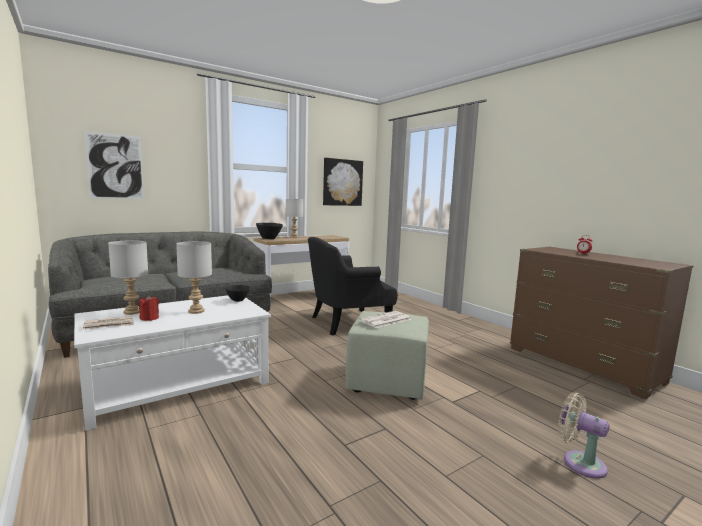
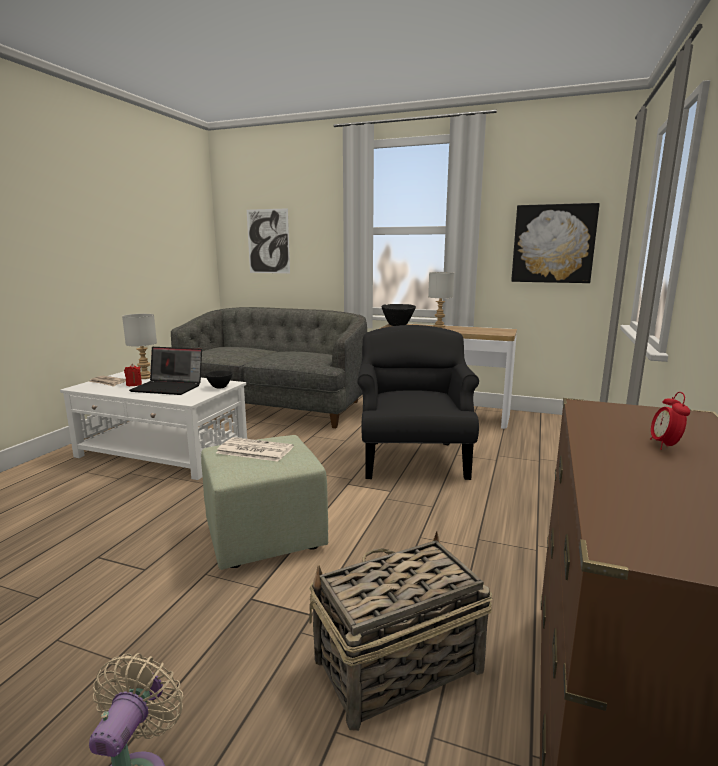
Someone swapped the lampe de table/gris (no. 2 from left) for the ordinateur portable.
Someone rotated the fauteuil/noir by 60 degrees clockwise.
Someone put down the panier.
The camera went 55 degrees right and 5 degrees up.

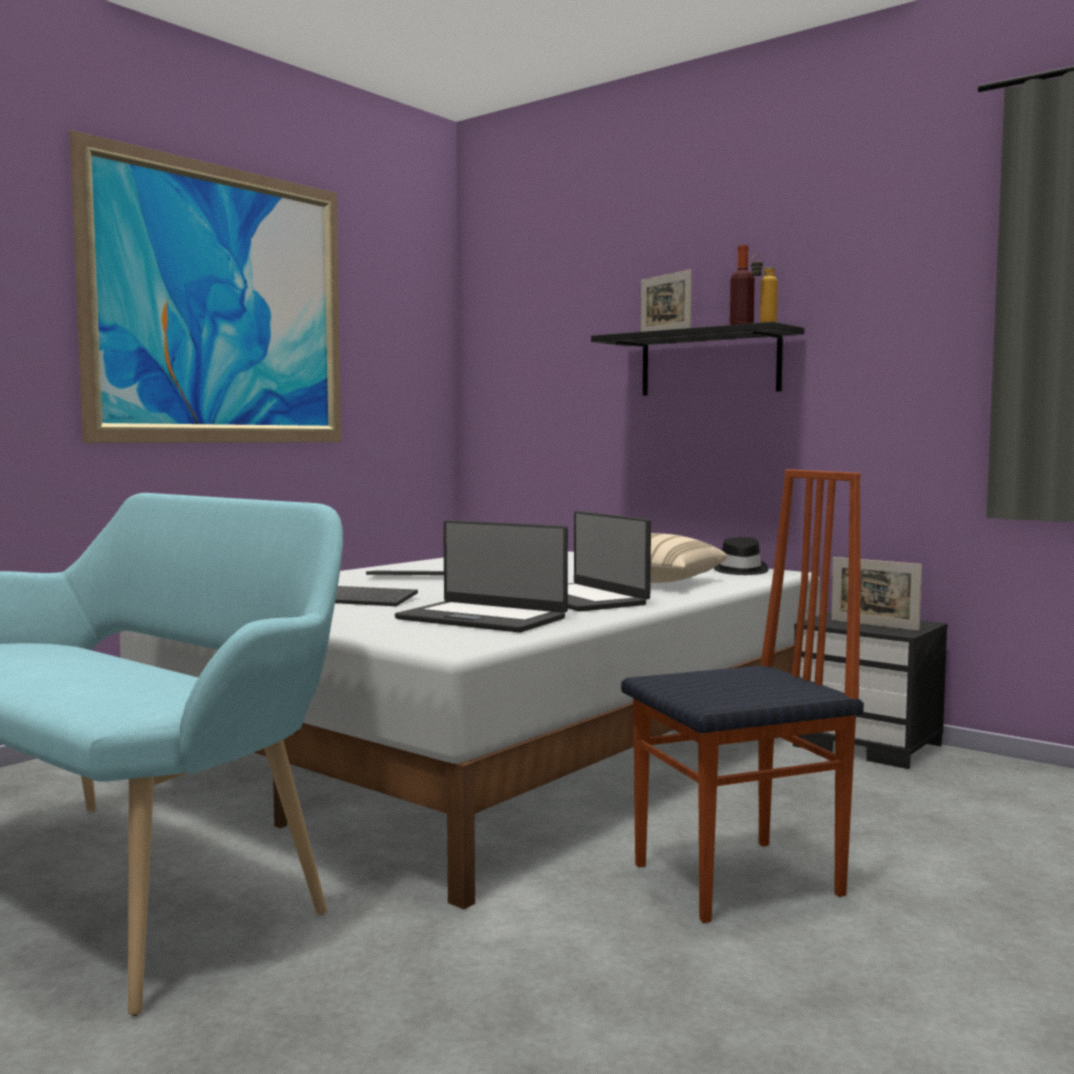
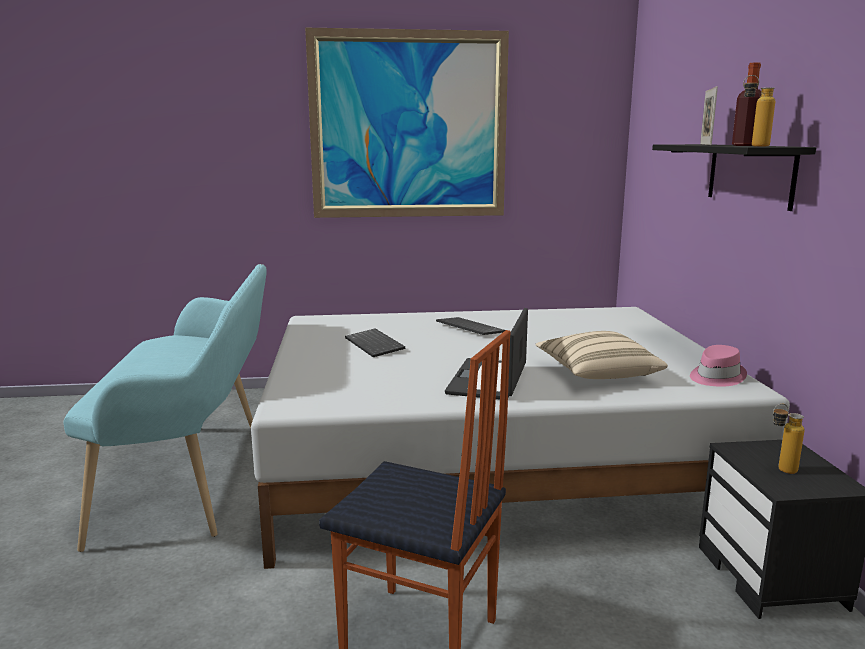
Someone took away the ordinateur portable (no. 1 from left).
Someone repainted the chapeau/noir, which became the chapeau/rose.
Someone swapped the cadre photo (no. 2 from left) for the bouteille (no. 3 from left).
The camera went 45 degrees right and 10 degrees up.

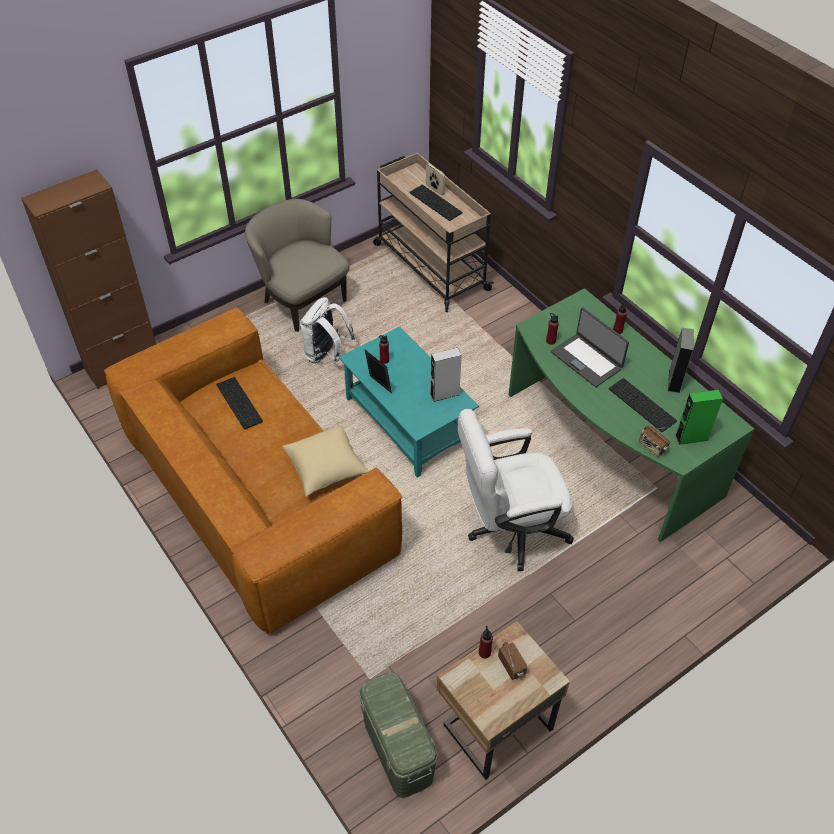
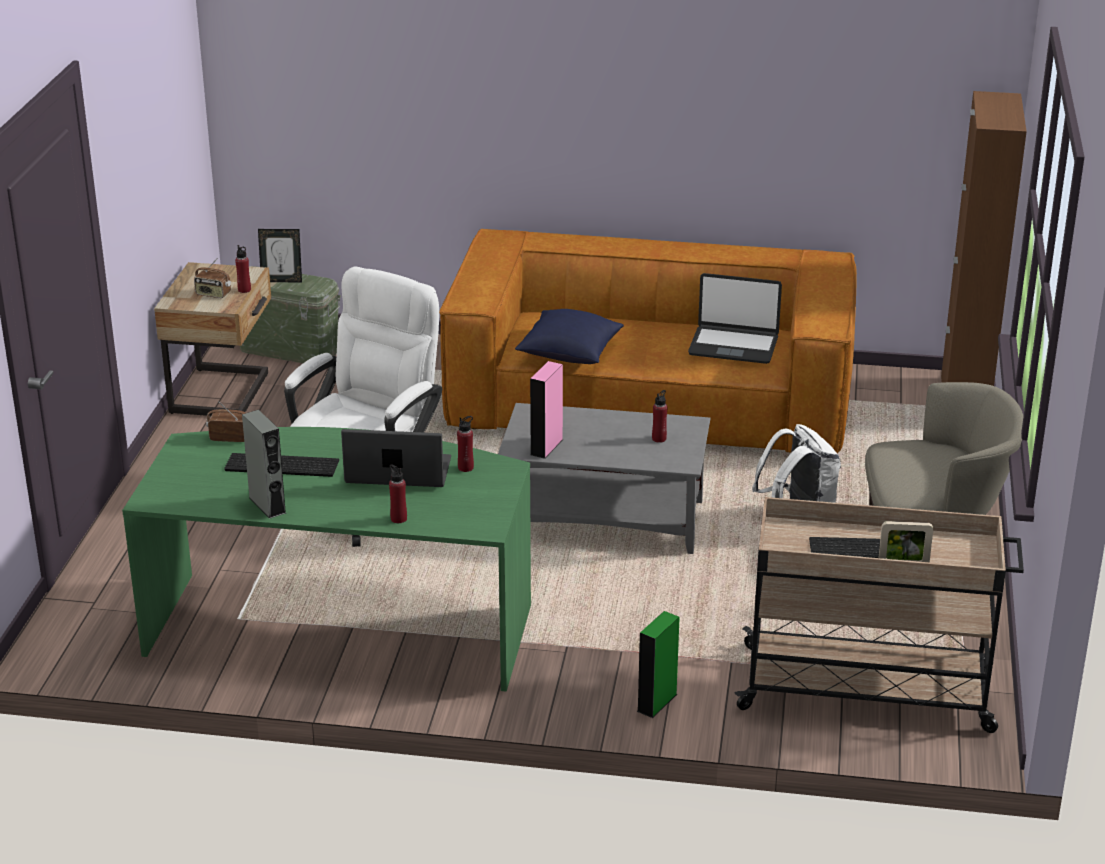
Someone swapped the clavier (no. 1 from left) for the ordinateur portable (no. 2 from left).
Someone repainted the coussin/beige, which became the coussin/bleu.
Someone repainted the table basse/turquoise, which became the table basse/gris.
Someone carried the cadre photo (no. 1 from left).
Someone repainted the enceinte/gris (no. 1 from left), which became the enceinte/rose.
Someone carried the enceinte/vert.
The camera went 135 degrees right and 20 degrees down.

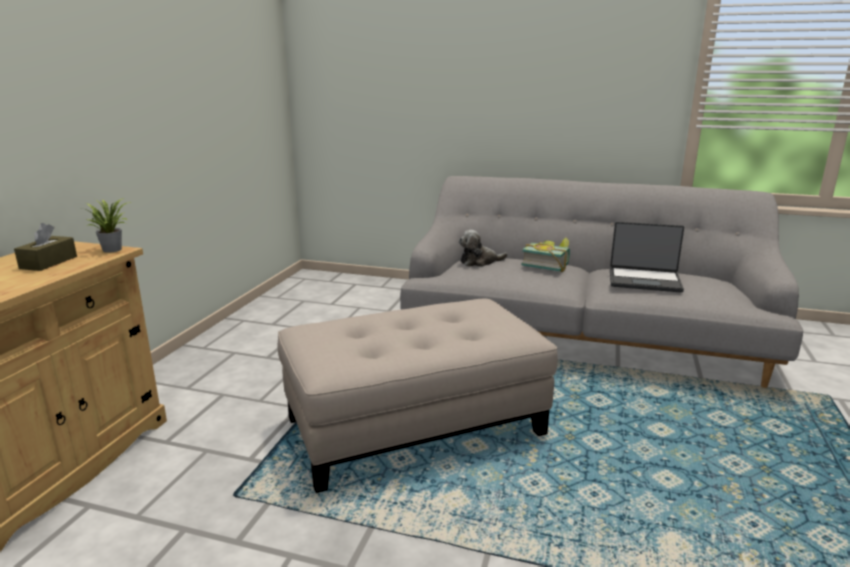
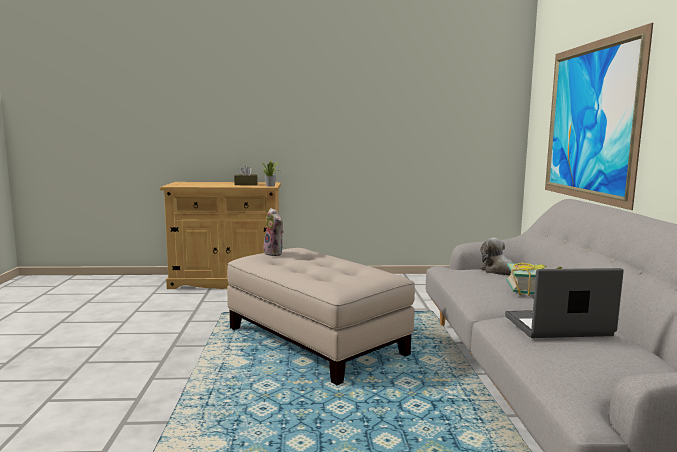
Someone rotated the ordinateur portable by 90 degrees clockwise.
Someone put down the peluche (no. 1 from left).
Someone put up the tableau.
The camera went 70 degrees right and 10 degrees down.

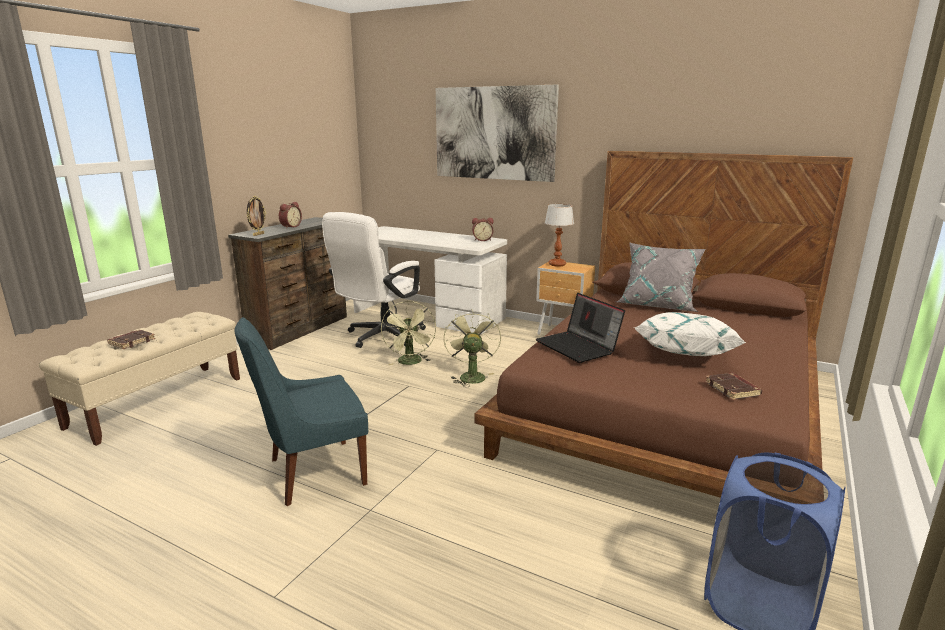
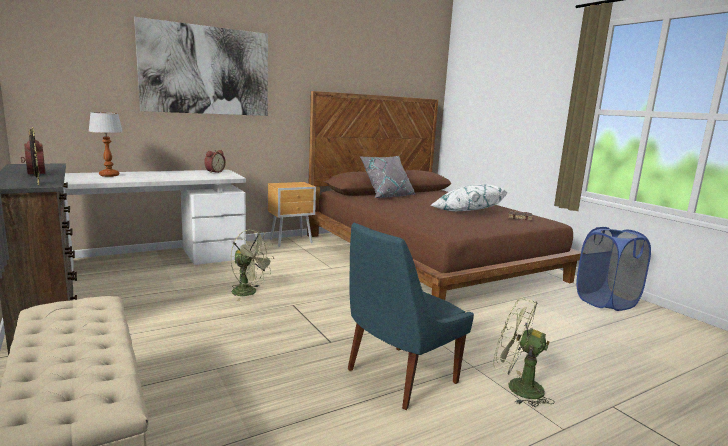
Someone took away the livre/marron (no. 1 from left).
Someone rotated the chaise/bleu by 45 degrees clockwise.
Someone took away the chaise de bureau/blanc.
Someone carried the ventilateur/vert (no. 2 from left).
Someone took away the ordinateur portable.
Someone carried the lampe de table.
The camera went 60 degrees left and 5 degrees down.

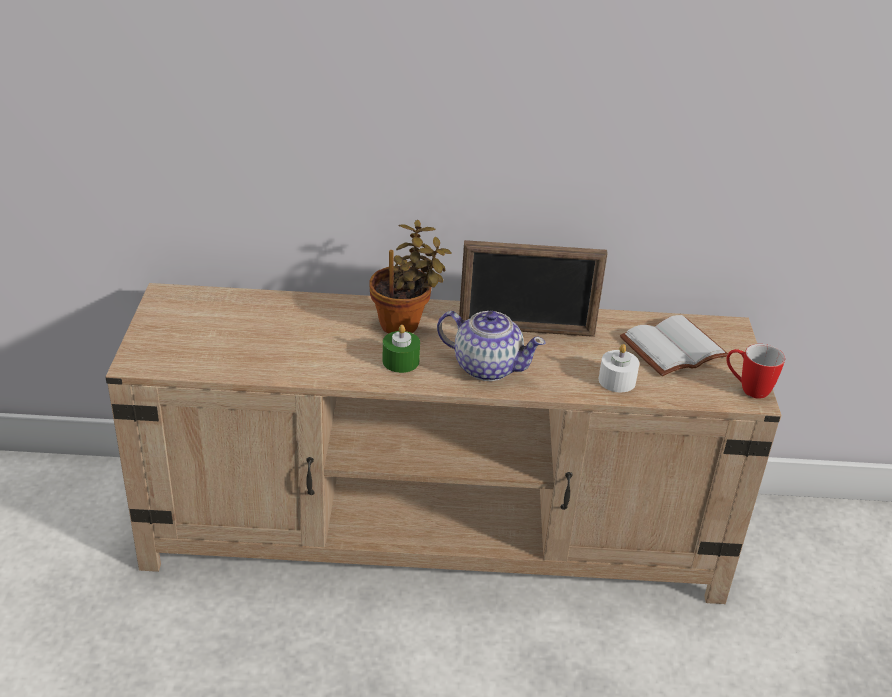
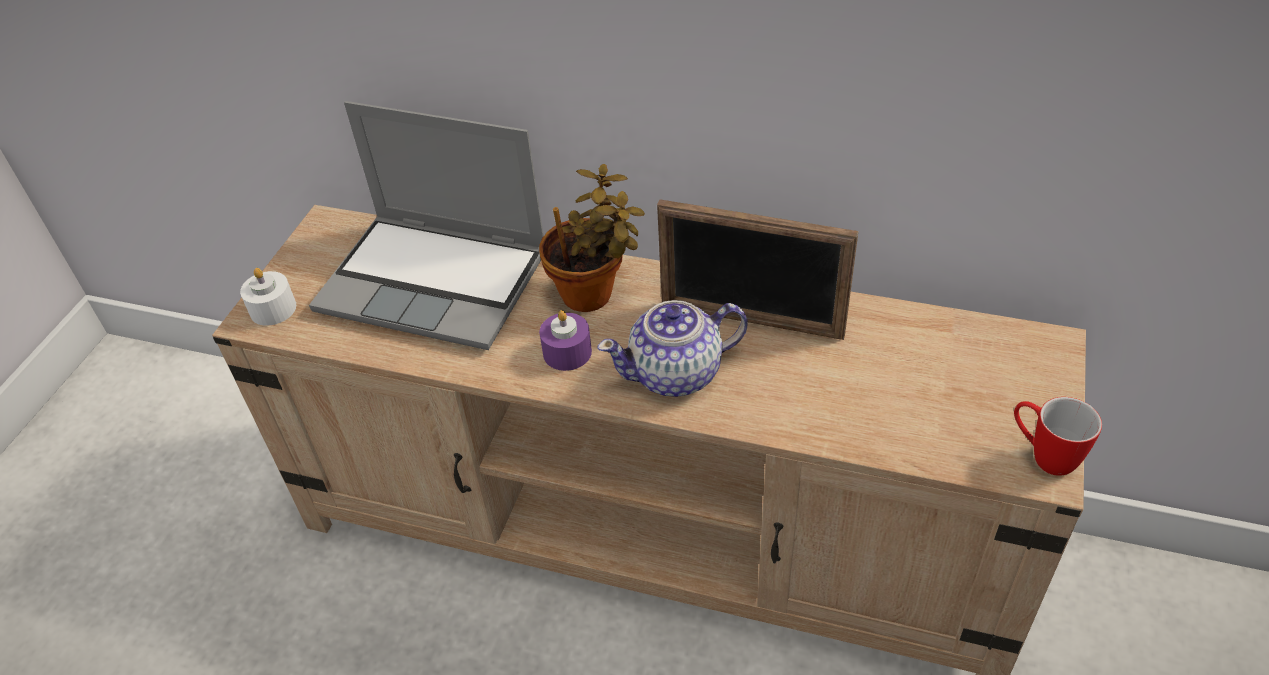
Someone repainted the bougie/vert, which became the bougie/violet.
Someone rotated the théière by 120 degrees clockwise.
Someone carried the bougie/blanc.
Someone took away the livre/blanc.
Someone put down the ordinateur portable.
The camera went 20 degrees right and 10 degrees up.

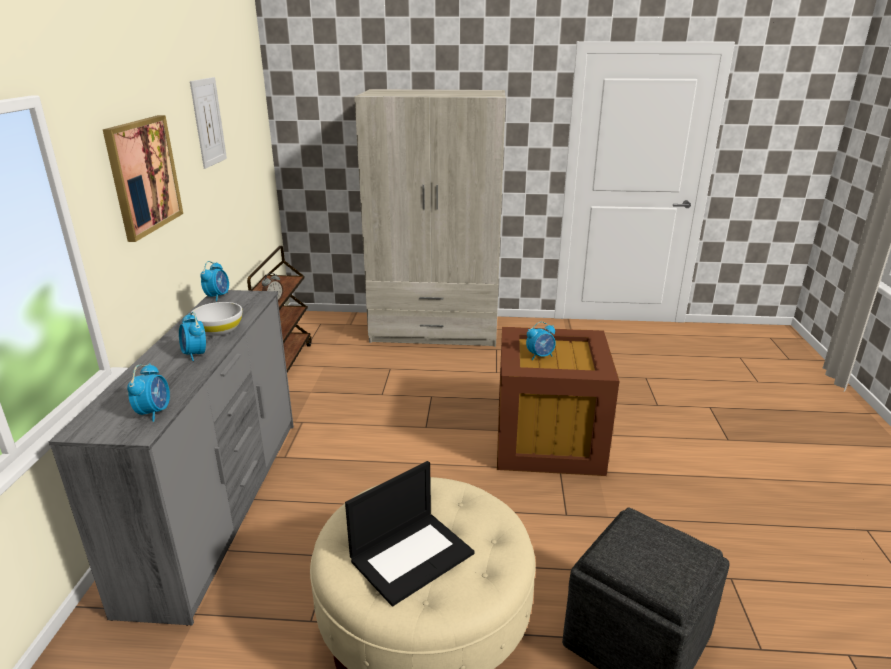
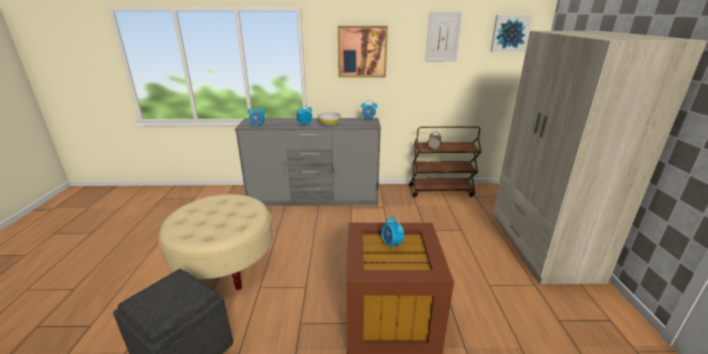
Someone took away the ordinateur portable.
Someone put up the tableau (no. 3 from left).
The camera went 85 degrees right and 0 degrees up.

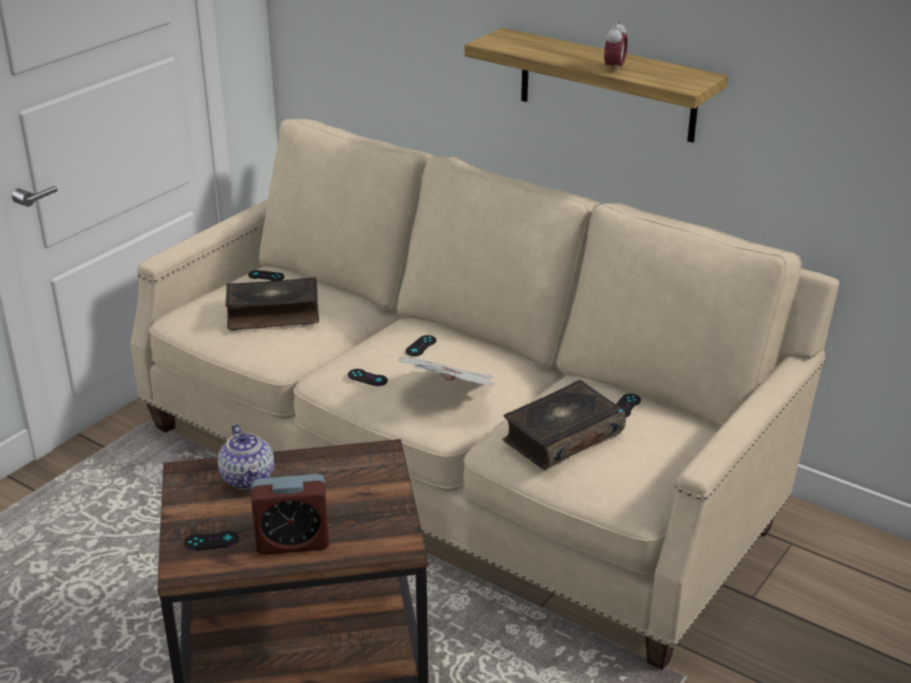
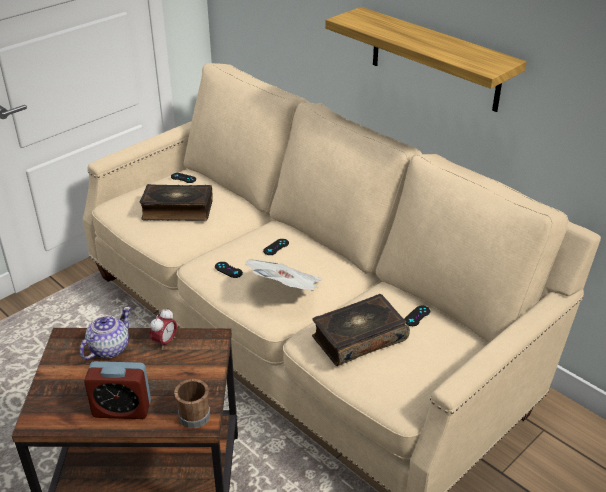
Someone took away the manette/noir (no. 1 from left).
Someone rotated the théière by 135 degrees counterclockwise.
Someone carried the réveil (no. 2 from left).
Someone put down the mug/marron.
The camera went 10 degrees right and 5 degrees up.

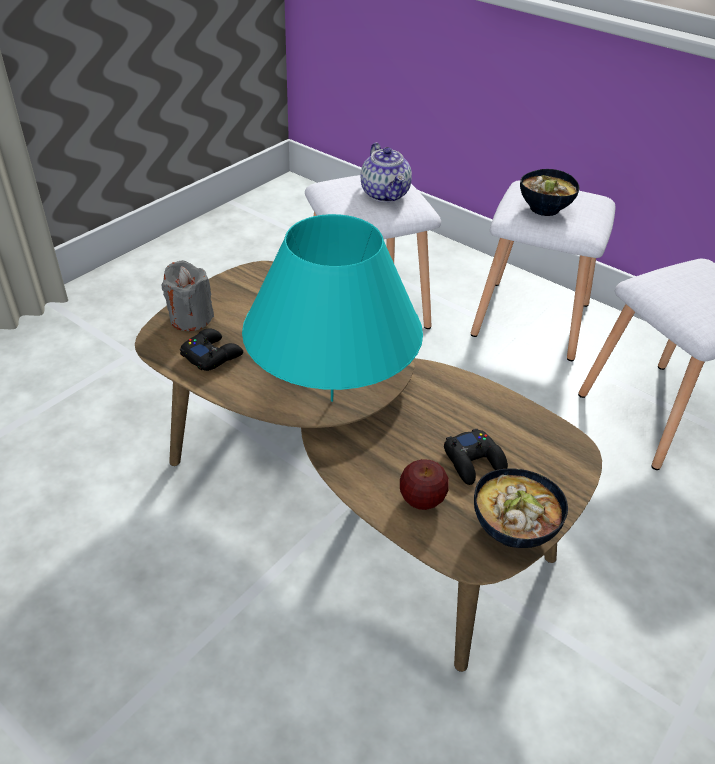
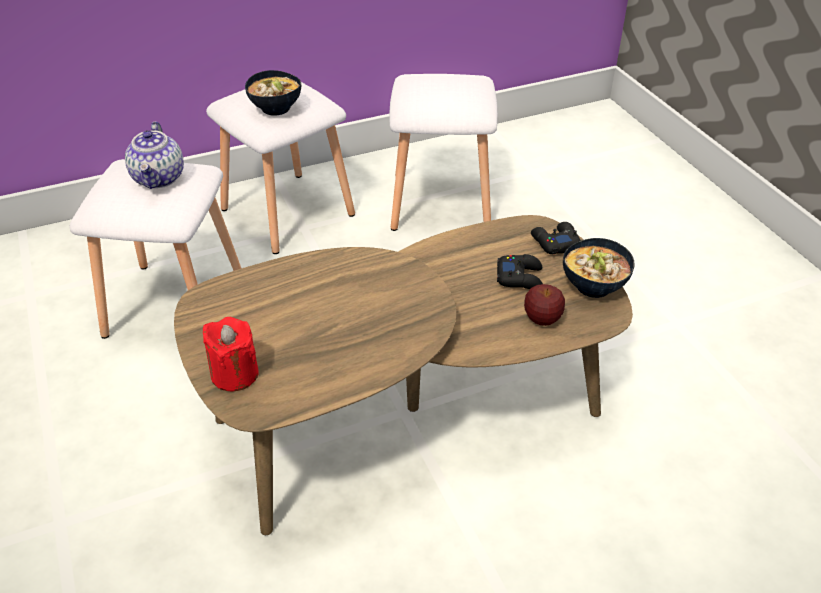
Someone repainted the bougie/gris, which became the bougie/rouge.
Someone carried the manette/noir (no. 1 from left in the first image).
Someone took away the lampe de table/turquoise.
Someone rotated the théière by 75 degrees clockwise.
The camera went 60 degrees left and 0 degrees up.

